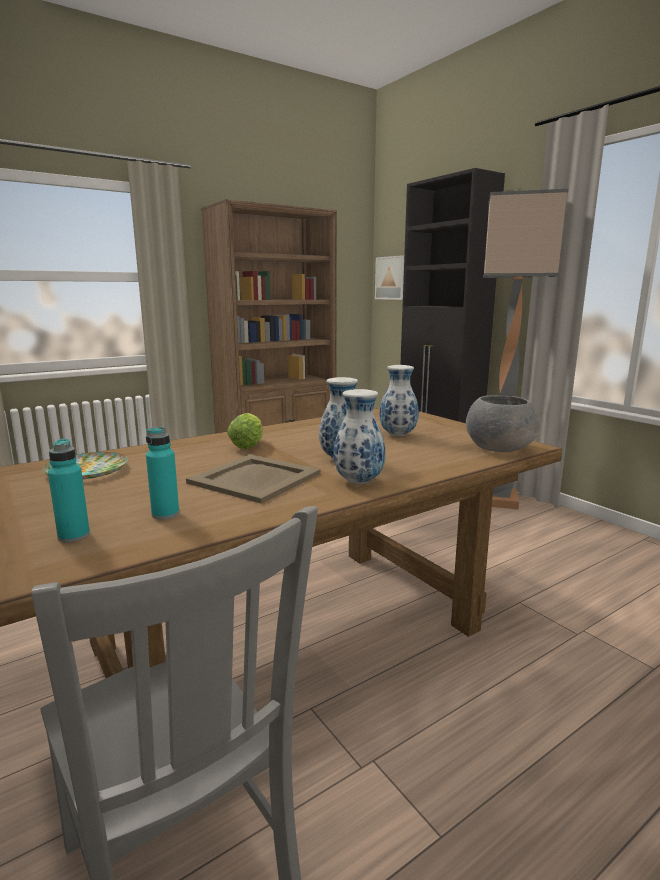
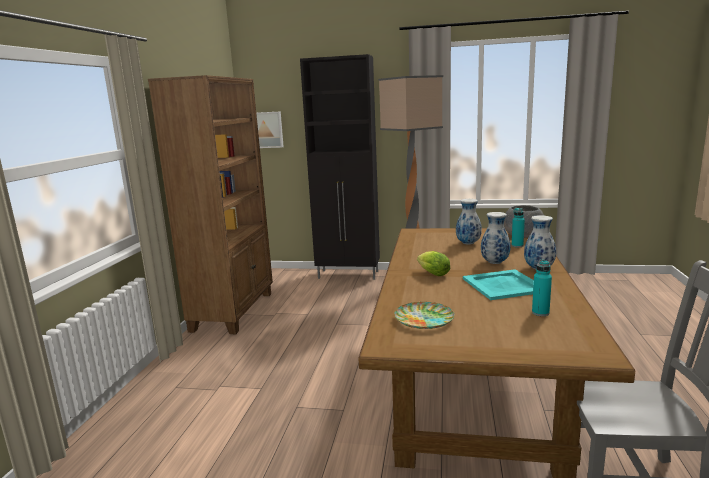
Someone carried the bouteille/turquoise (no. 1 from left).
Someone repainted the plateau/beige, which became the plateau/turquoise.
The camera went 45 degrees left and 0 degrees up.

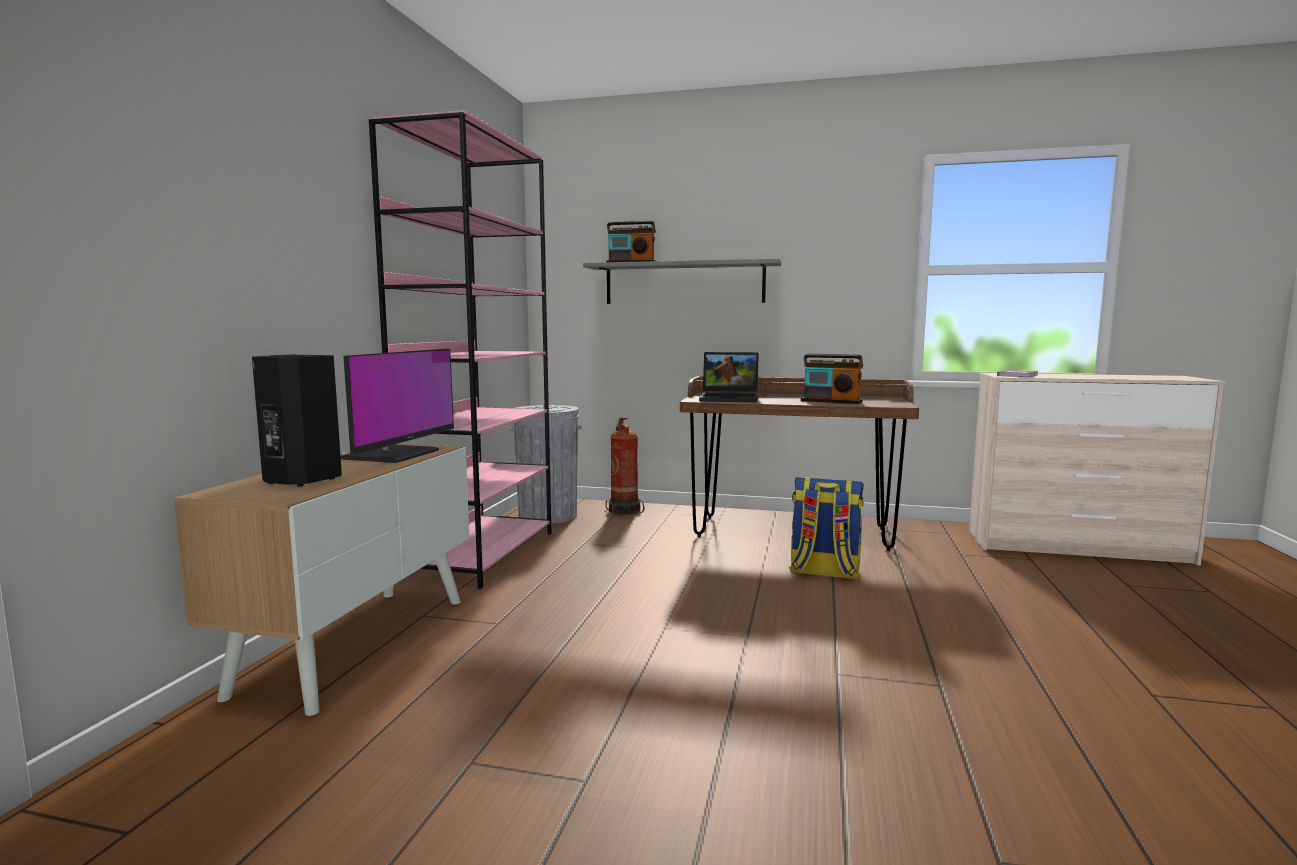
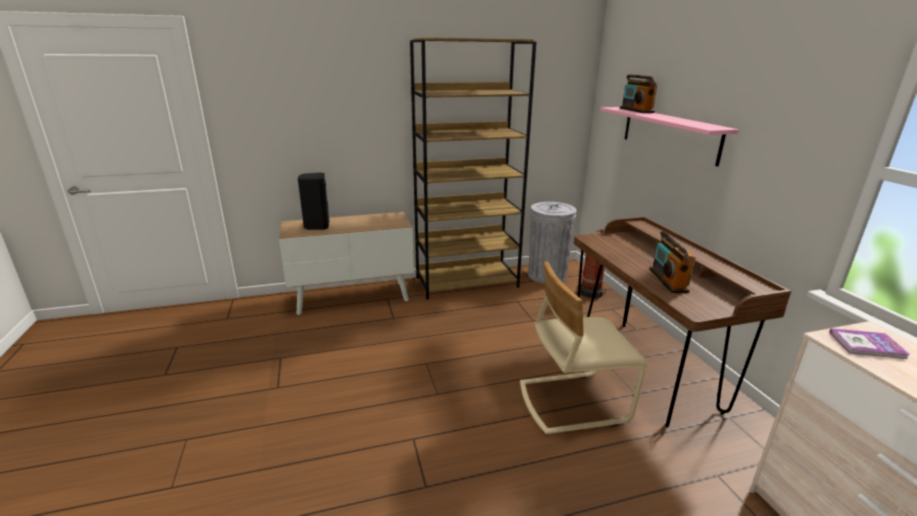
Someone took away the écran d'ordinateur.
Someone repainted the bibliothèque/rose, which became the bibliothèque/marron.
Someone repainted the étagère/gris, which became the étagère/rose.
Someone took away the ordinateur portable.
Someone swapped the sac à dos for the chaise/beige.
The camera went 60 degrees right and 15 degrees up.

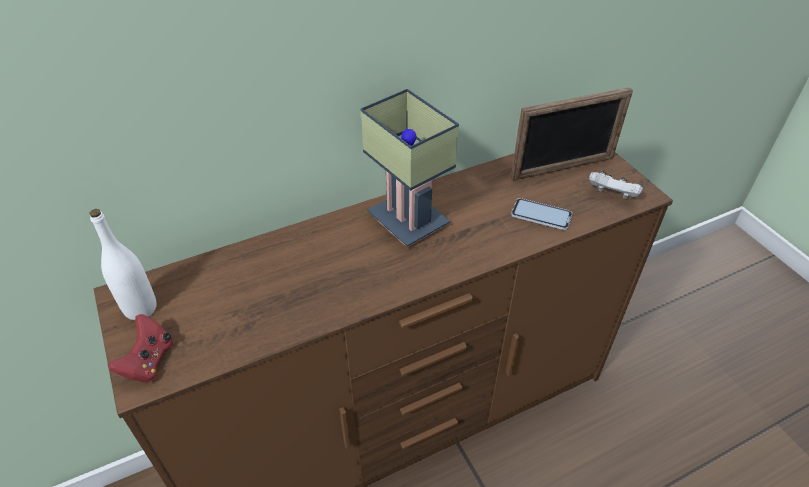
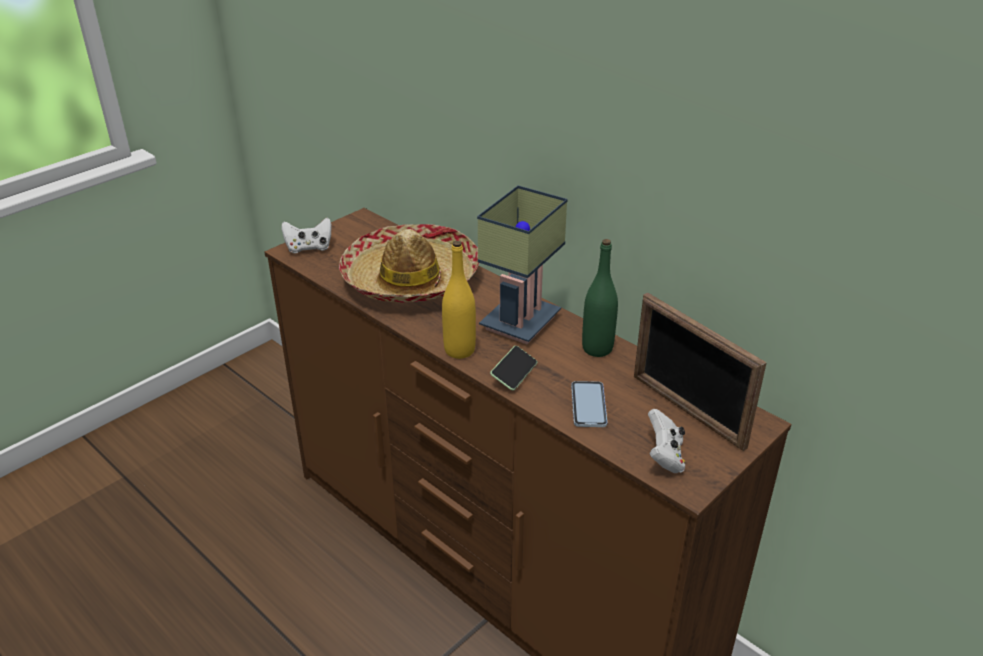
Someone took away the bouteille/blanc.
Someone repainted the manette/rouge, which became the manette/blanc (no. 1 from left).
Someone put down the chapeau.
Someone put down the bouteille/jaune.
Someone put down the téléphone (no. 1 from left).
Someone put down the bouteille/vert.
The camera went 70 degrees right and 10 degrees down.

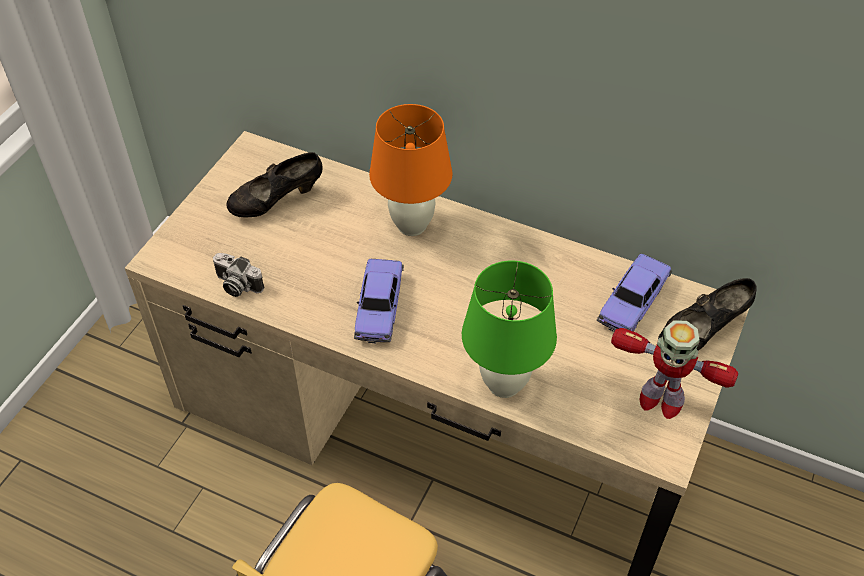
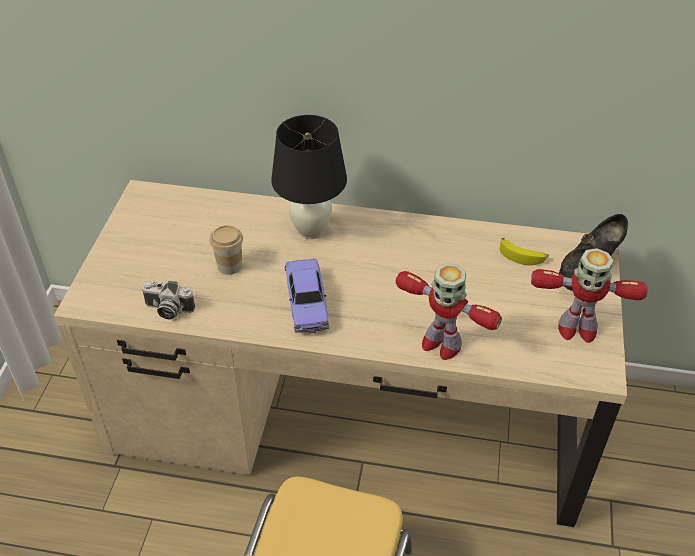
Someone took away the chaussure/noir (no. 1 from left).
Someone repainted the lampe de table/orange, which became the lampe de table/noir.
Someone swapped the lampe de table/vert for the robot jouet (no. 1 from left).
Someone swapped the petite voiture (no. 2 from left) for the banane.
Someone put down the tasse.
The camera went 15 degrees left and 5 degrees down.

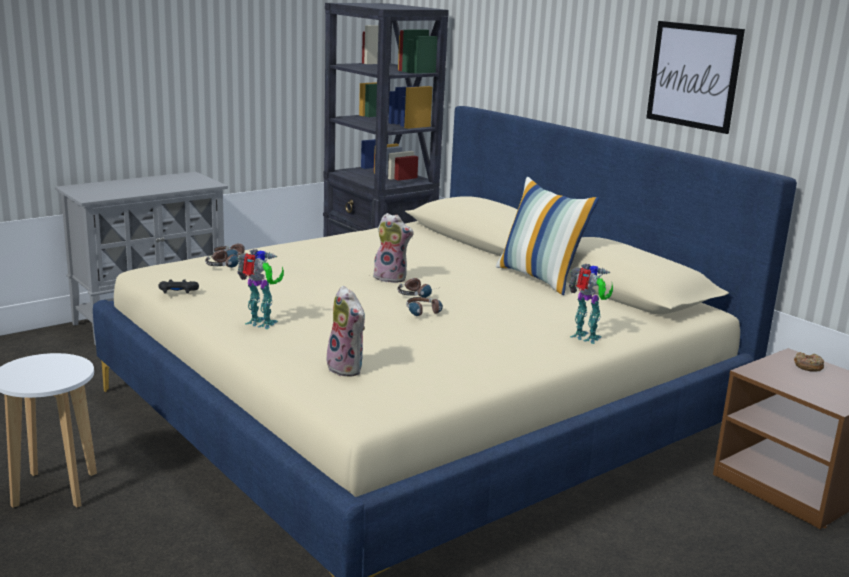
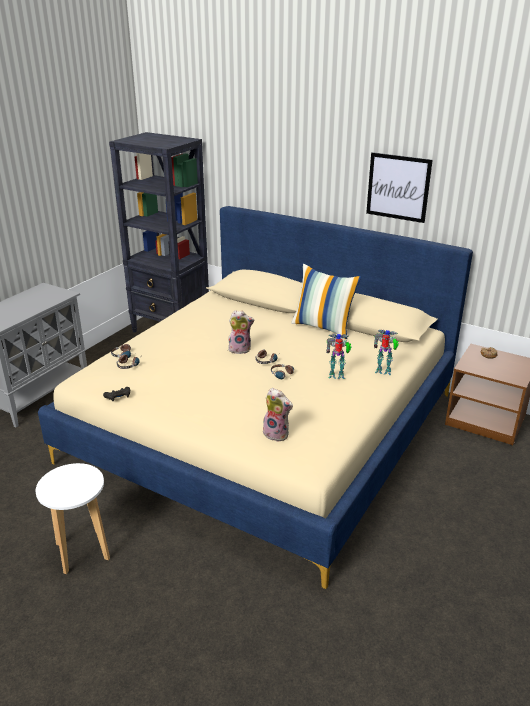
Someone carried the robot jouet (no. 1 from left).
The camera went 20 degrees left and 10 degrees up.

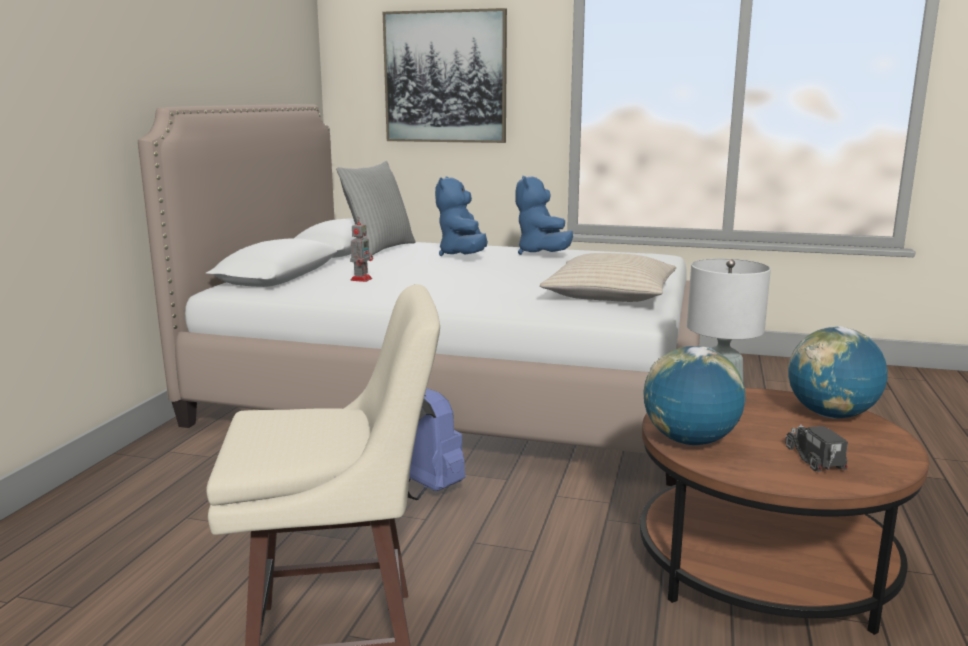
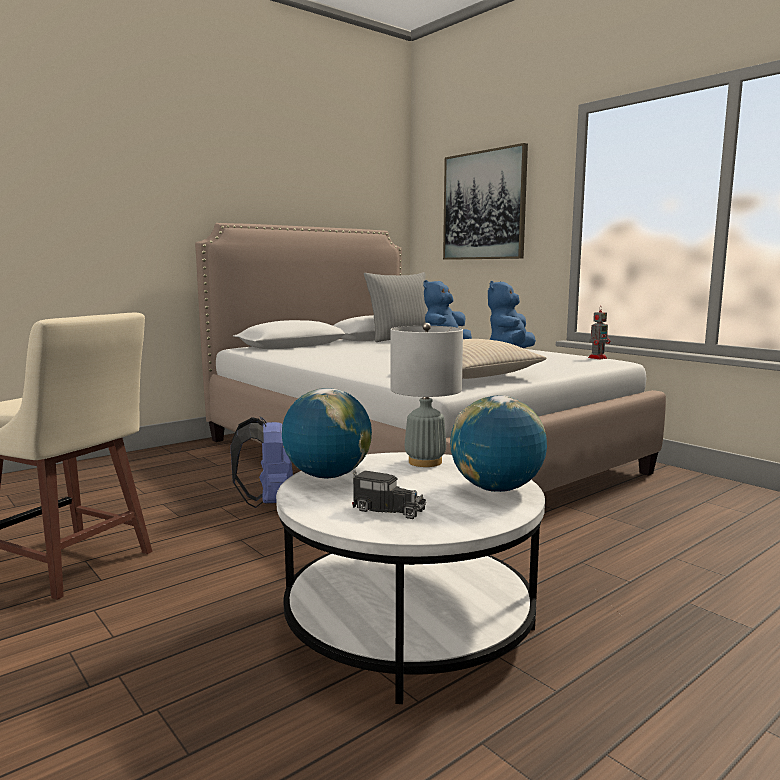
Someone carried the robot jouet.
Someone repainted the table basse/marron, which became the table basse/blanc.
Someone rotated the camion jouet by 90 degrees clockwise.
The camera went 35 degrees right and 5 degrees down.

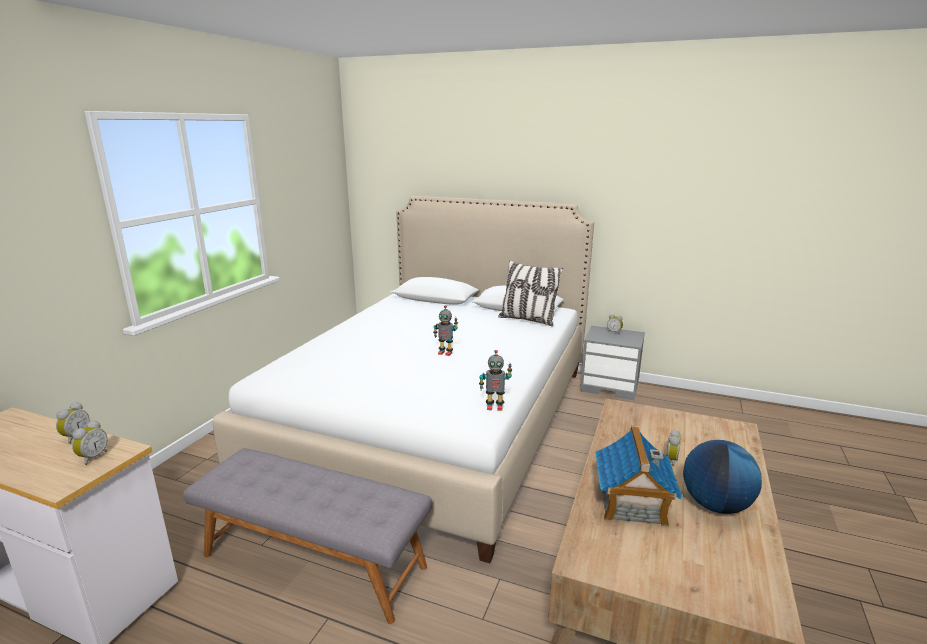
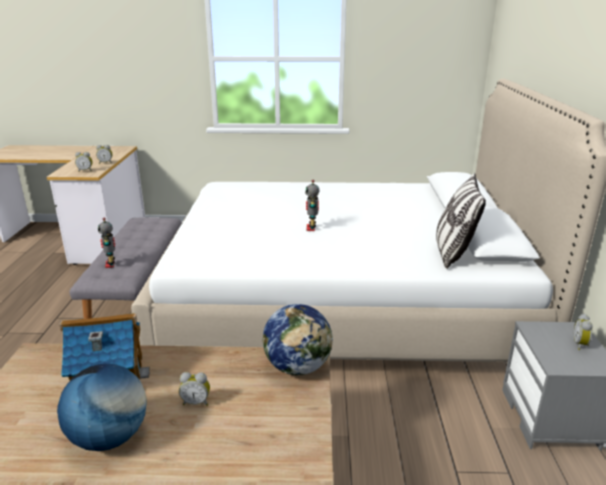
Someone carried the robot jouet (no. 2 from left in the first image).
Someone put down the globe (no. 2 from left).
The camera went 70 degrees right and 5 degrees up.

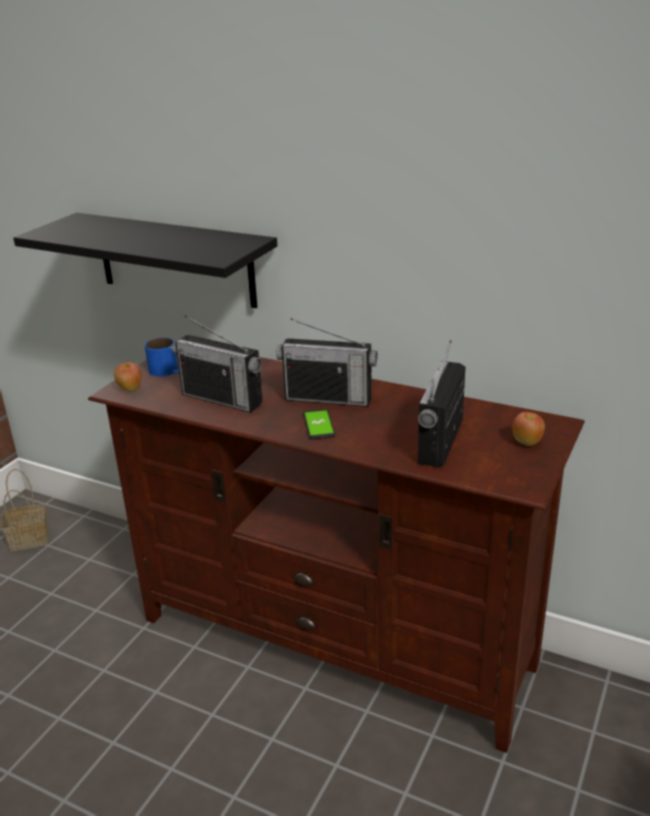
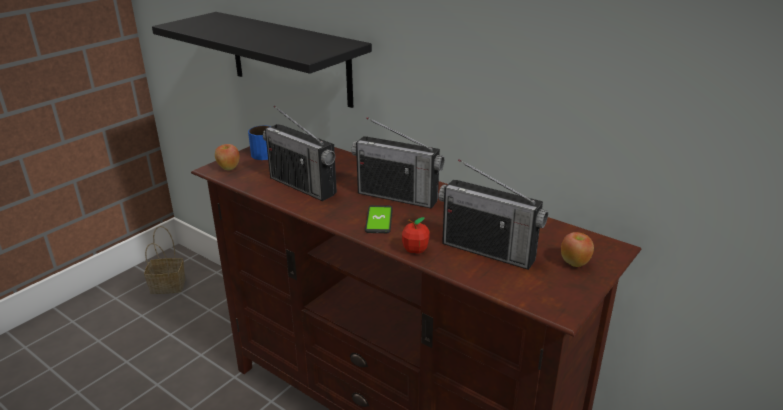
Someone rotated the radio (no. 3 from left) by 90 degrees counterclockwise.
Someone put down the pomme (no. 2 from left).
The camera went 10 degrees right and 0 degrees up.

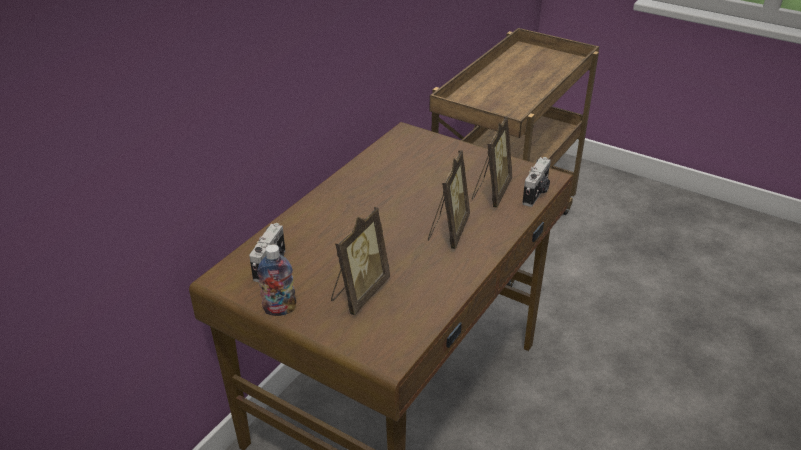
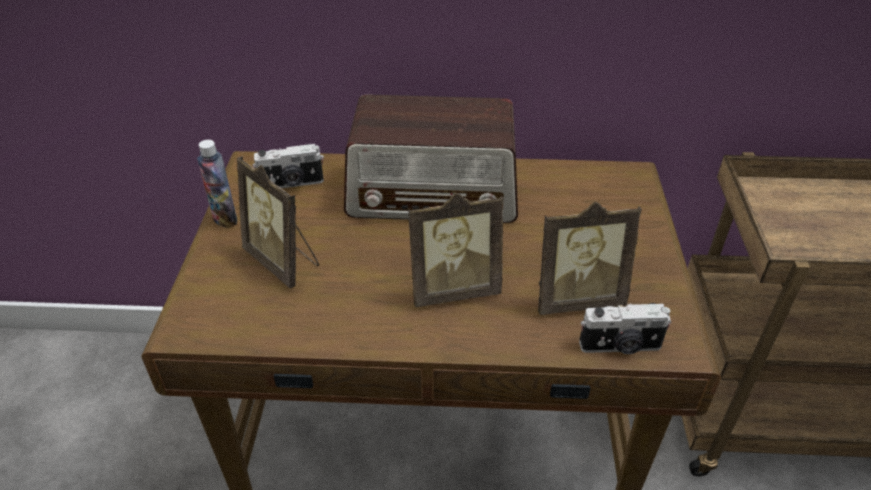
Someone rotated the cadre photo (no. 1 from left) by 45 degrees clockwise.
Someone put down the radio.
The camera went 60 degrees right and 5 degrees up.

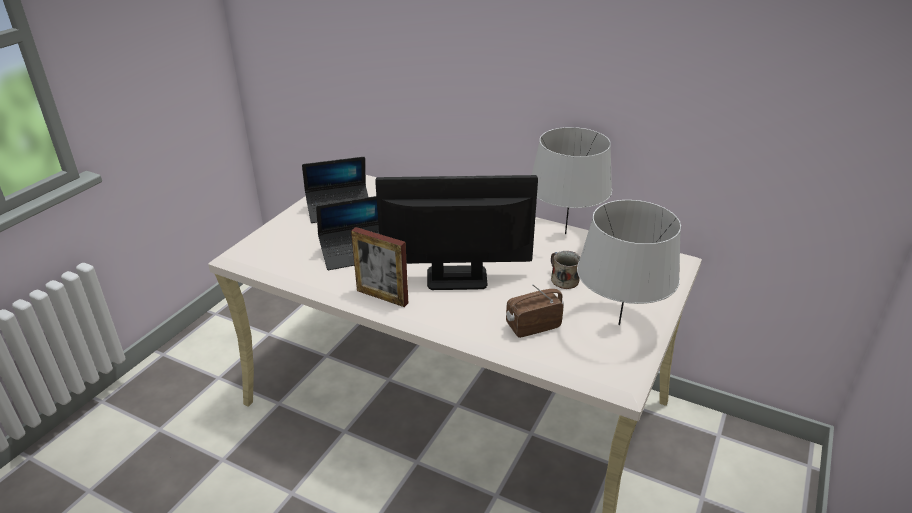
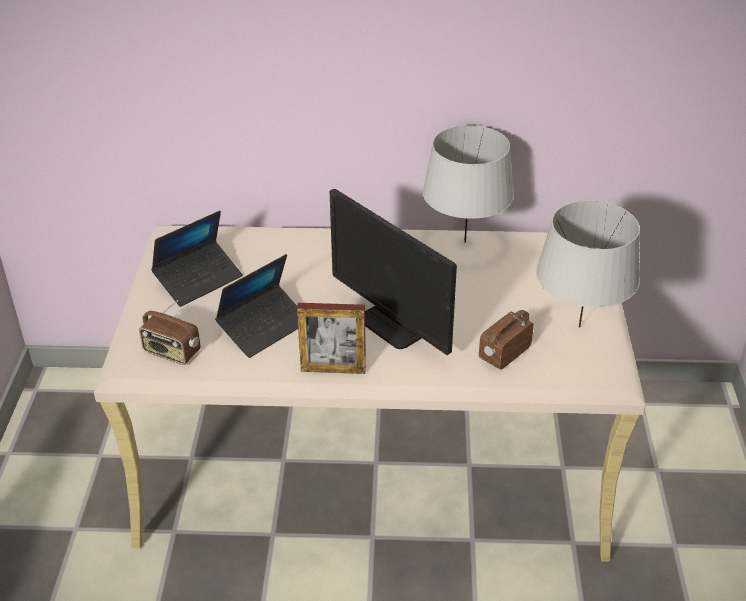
Someone rotated the écran d'ordinateur by 105 degrees counterclockwise.
Someone took away the mug.
Someone put down the radio (no. 1 from left).
The camera went 25 degrees left and 5 degrees up.

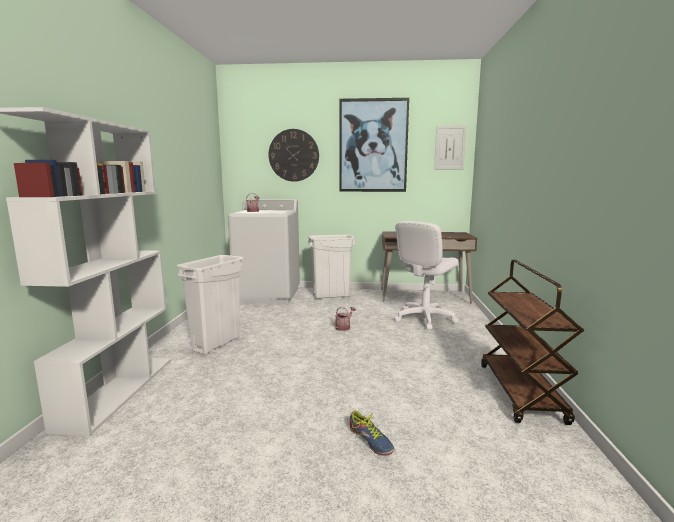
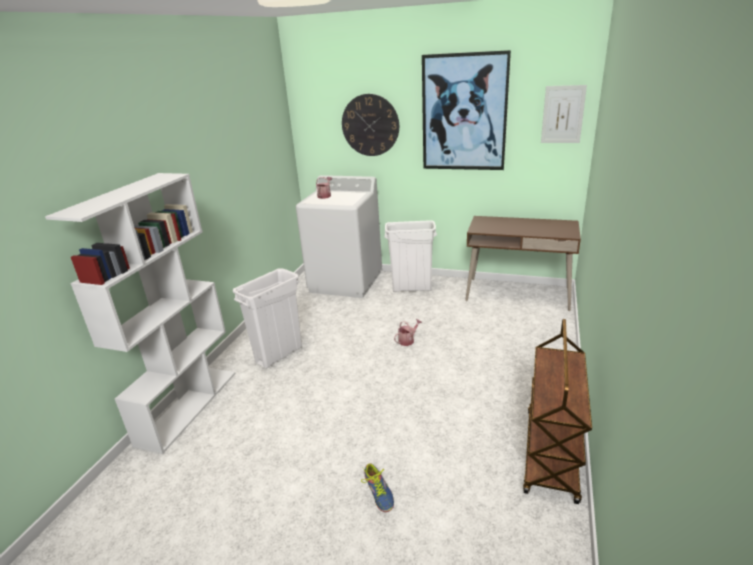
Someone took away the chaise de bureau/blanc.
The camera went 15 degrees right and 15 degrees up.

